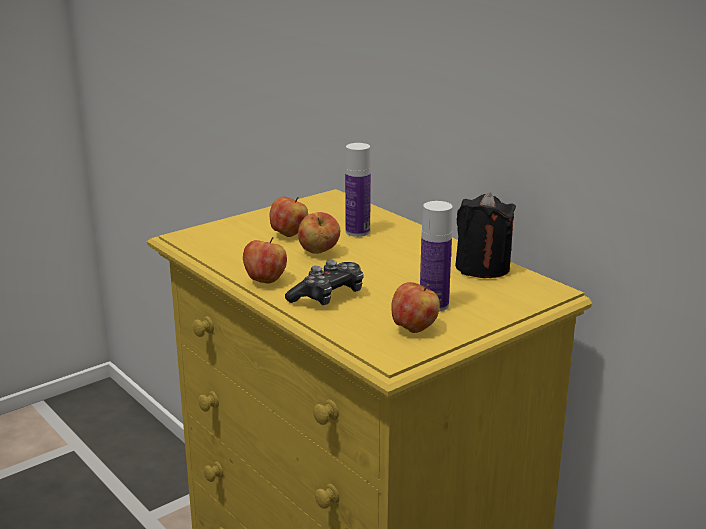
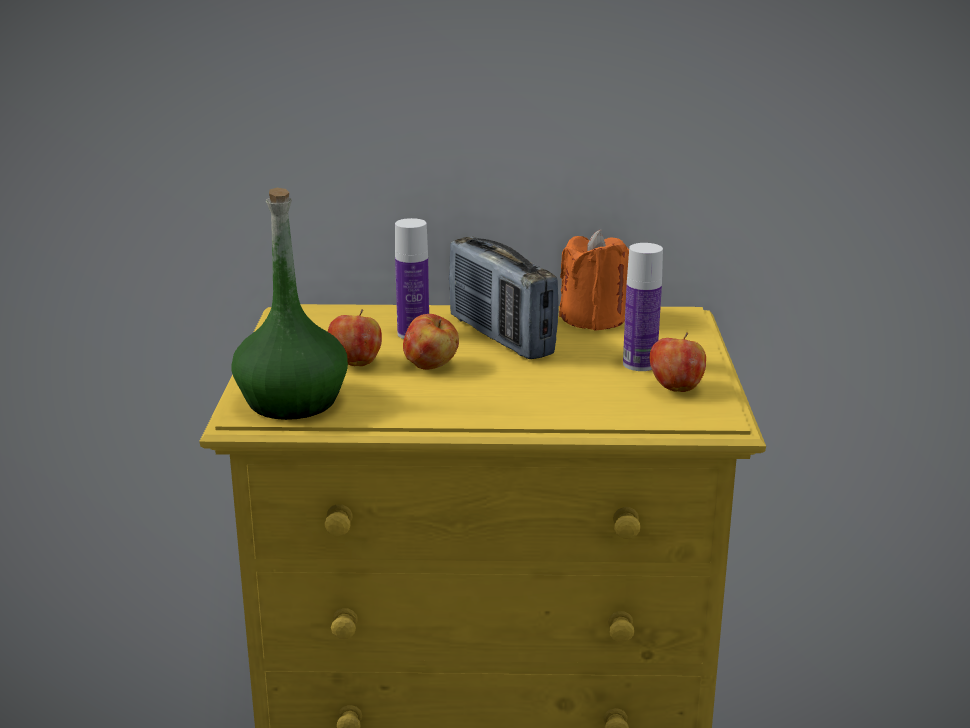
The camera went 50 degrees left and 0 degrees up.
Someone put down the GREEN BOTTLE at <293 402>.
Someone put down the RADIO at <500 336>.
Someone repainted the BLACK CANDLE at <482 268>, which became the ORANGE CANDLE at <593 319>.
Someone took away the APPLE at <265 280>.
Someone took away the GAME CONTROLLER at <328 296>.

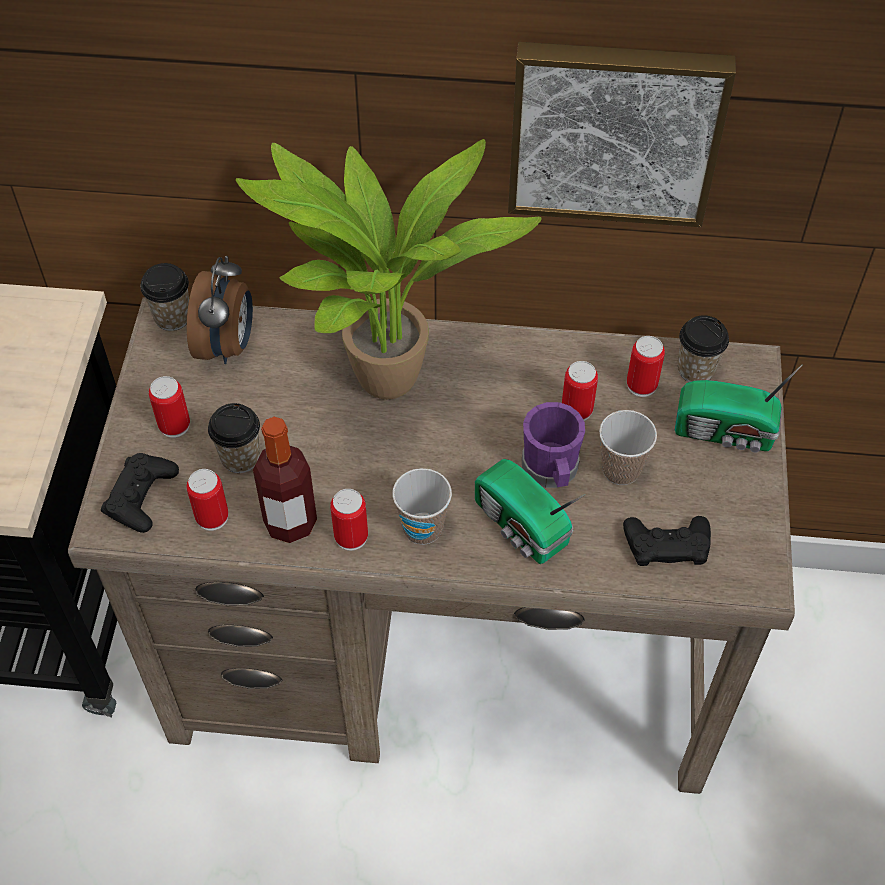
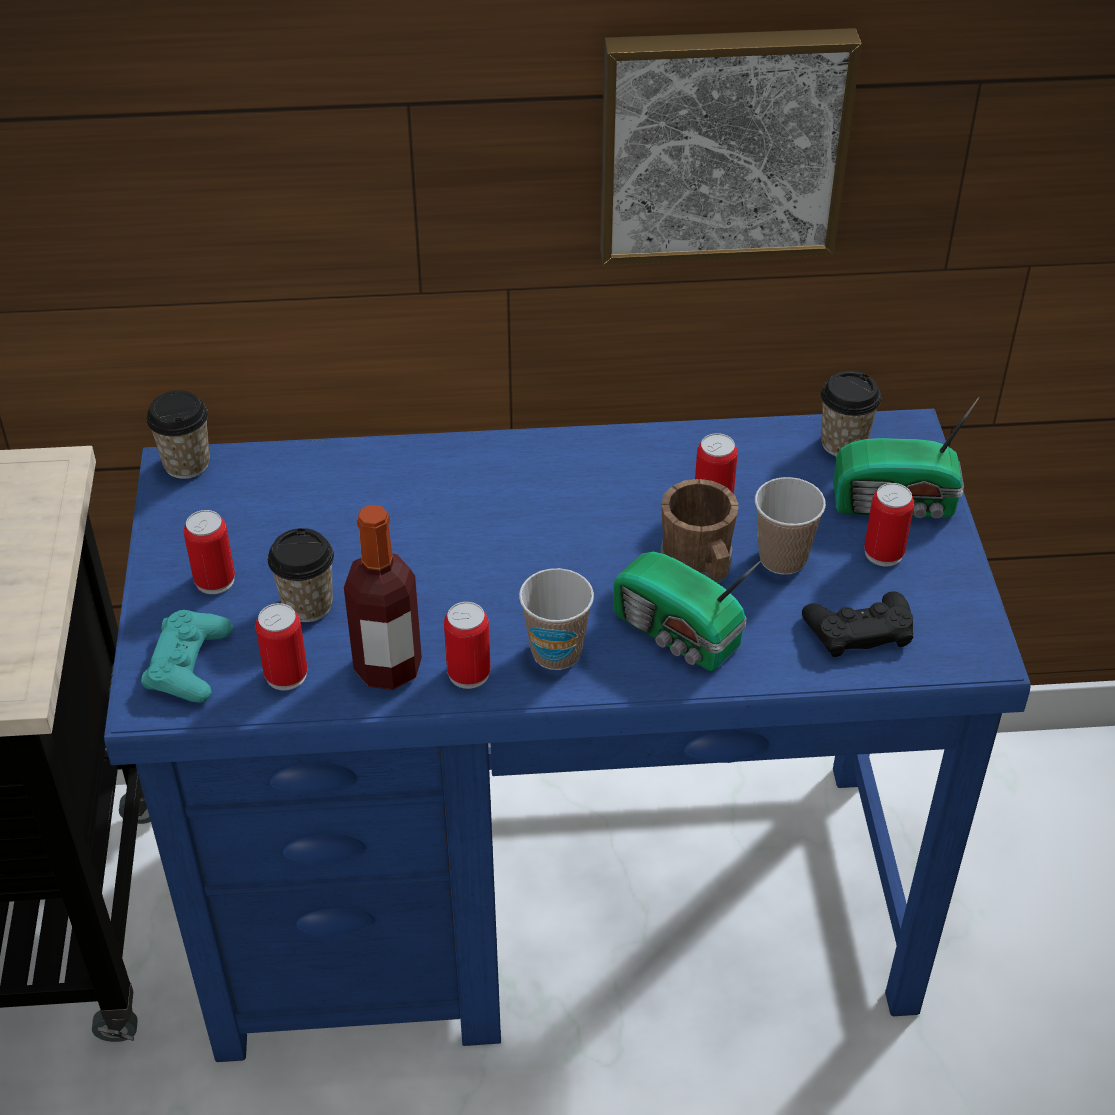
The camera went 10 degrees left and 10 degrees down.
Someone repainted the BROWN DESK at <444 655>, which became the BLUE DESK at <560 900>.
Someone repainted the BLACK GAME CONTROLLER at <141 496>, which became the TURQUOISE GAME CONTROLLER at <189 664>.
Someone repainted the PURPLE MUG at <551 471>, which became the BROWN MUG at <699 570>.
Someone carried the CAN from <641 385> to <883 553>.
Someone took away the ALARM CLOCK at <227 345>.
Someone took away the POTTED PLANT at <387 389>.

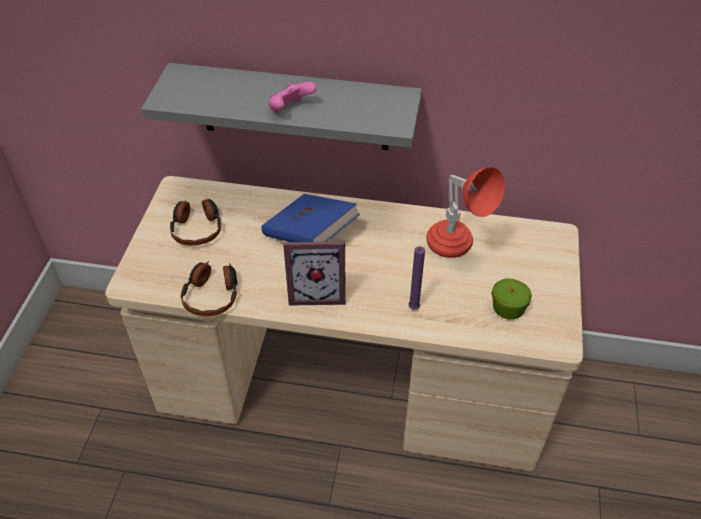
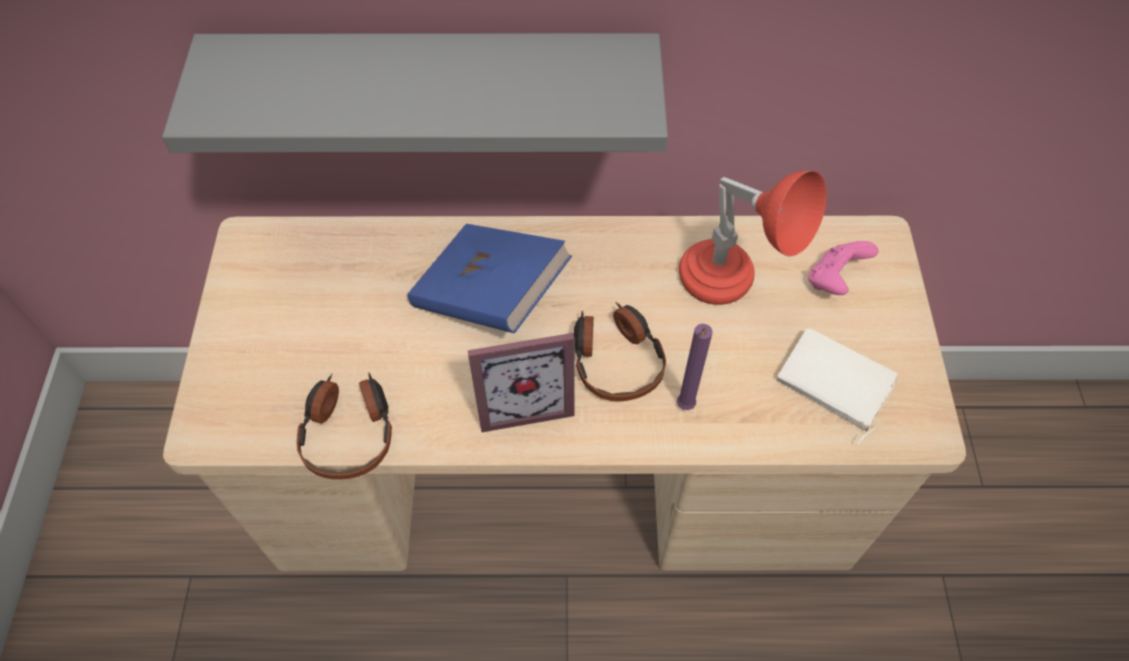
The camera went 10 degrees left and 10 degrees up.
Someone carried the HEADPHONES from <197 228> to <615 359>.
Someone swapped the APPLE at <507 309> for the WHITE BOOK at <832 384>.
Someone carried the PINK GAME CONTROLLER from <290 109> to <834 280>.

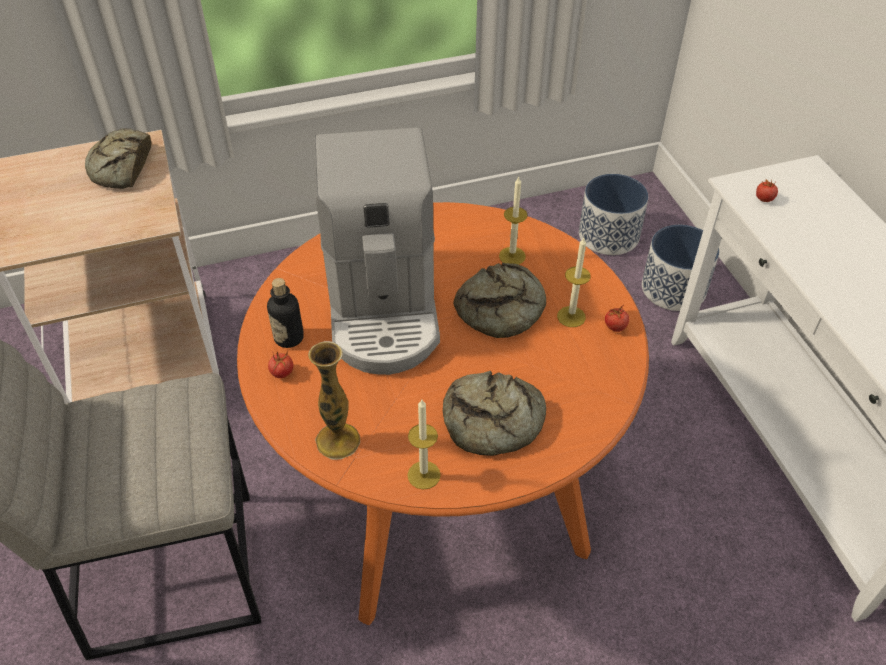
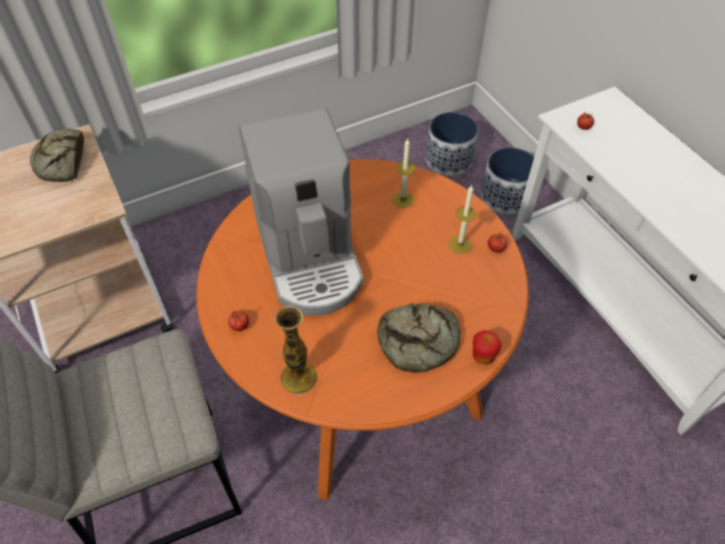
The camera went 10 degrees left and 5 degrees up.
Someone put down the APPLE at <482 356>.
Someone took away the BOTTLE at <289 337>.
Someone took away the CANDLE at <424 475>.
Someone took away the BREAD at <503 308>.

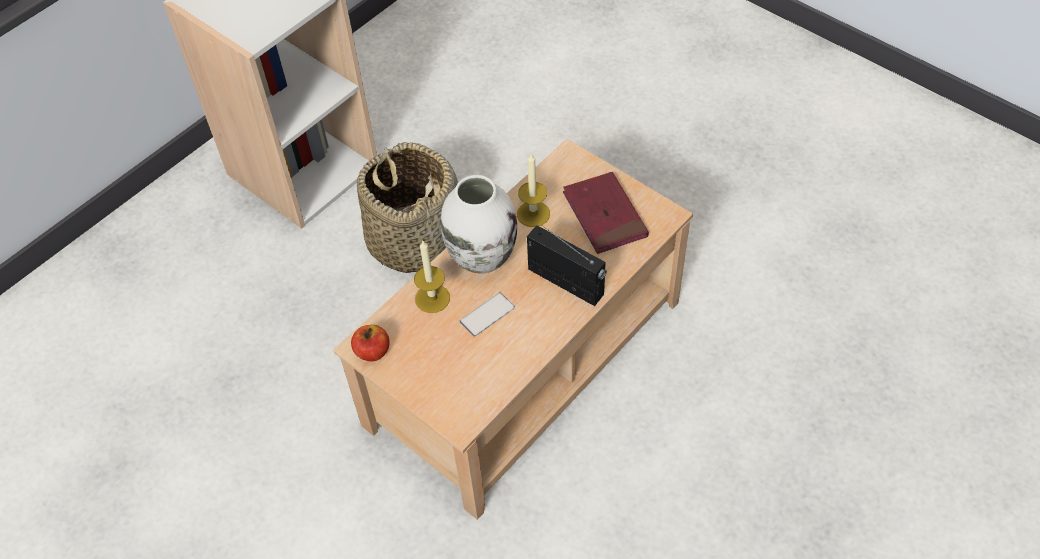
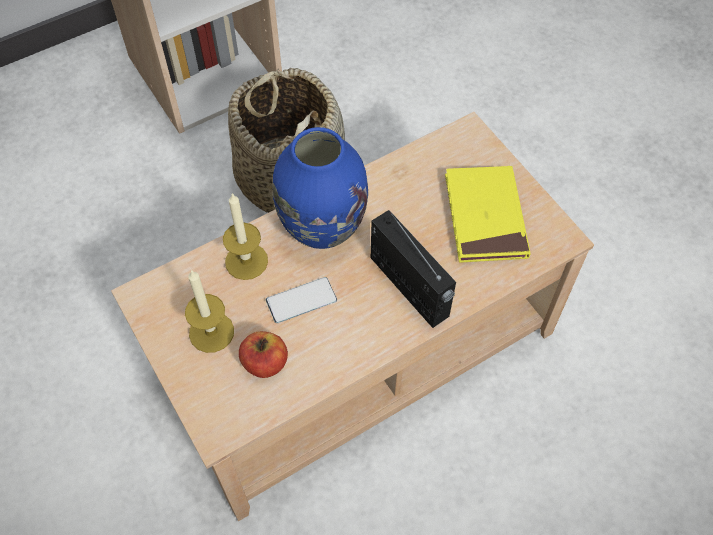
The camera went 15 degrees right and 5 degrees up.
Someone carried the CANDLE from <533 214> to <211 332>.
Someone carried the APPLE from <372 351> to <265 363>.
Someone repainted the WHITE VASE at <481 256>, which became the BLUE VASE at <322 226>.
Someone repainted the RED BOOK at <604 215>, which became the YELLOW BOOK at <485 217>.

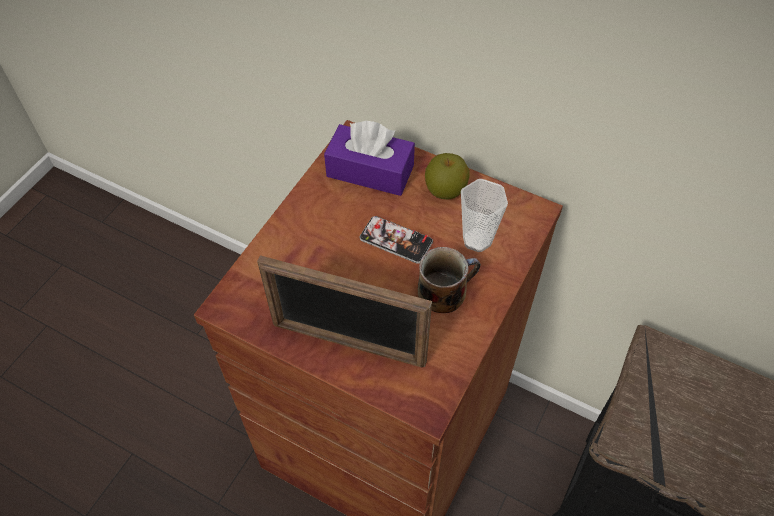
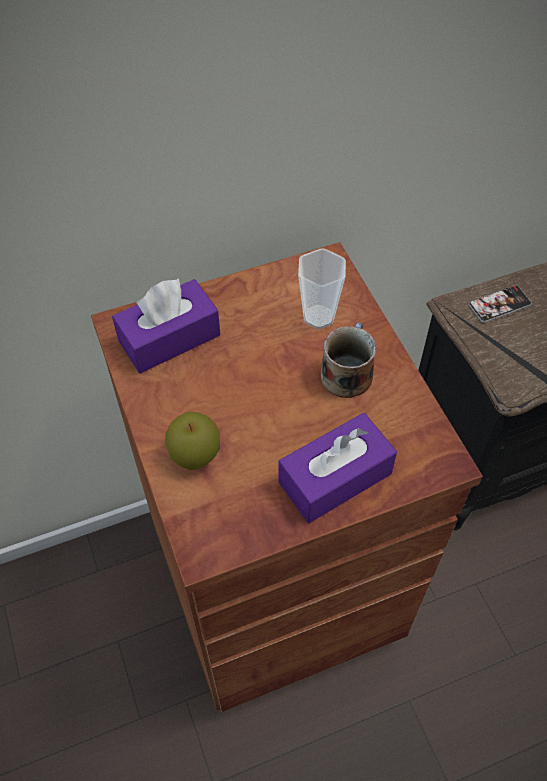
The camera went 50 degrees left and 0 degrees up.
Someone carried the APPLE from <445 190> to <195 455>.
Someone swapped the PICTURE FRAME at <348 343> for the PURPLE TISSUE BOX at <335 478>.
Someone carried the PHONE from <396 240> to <499 304>.

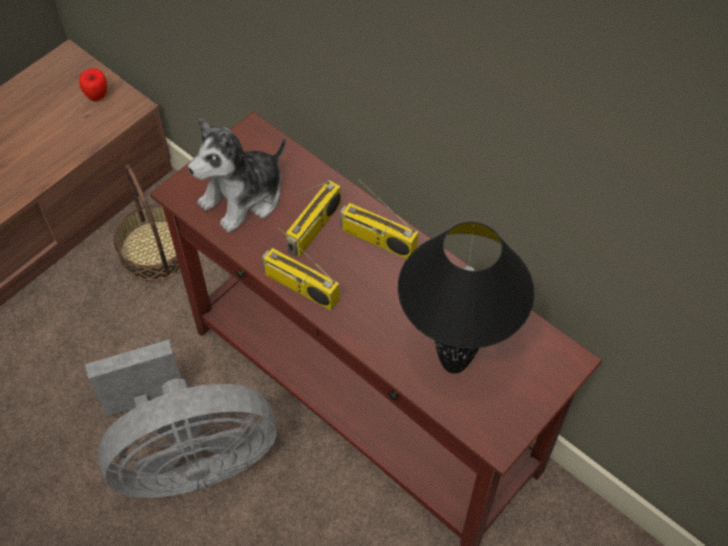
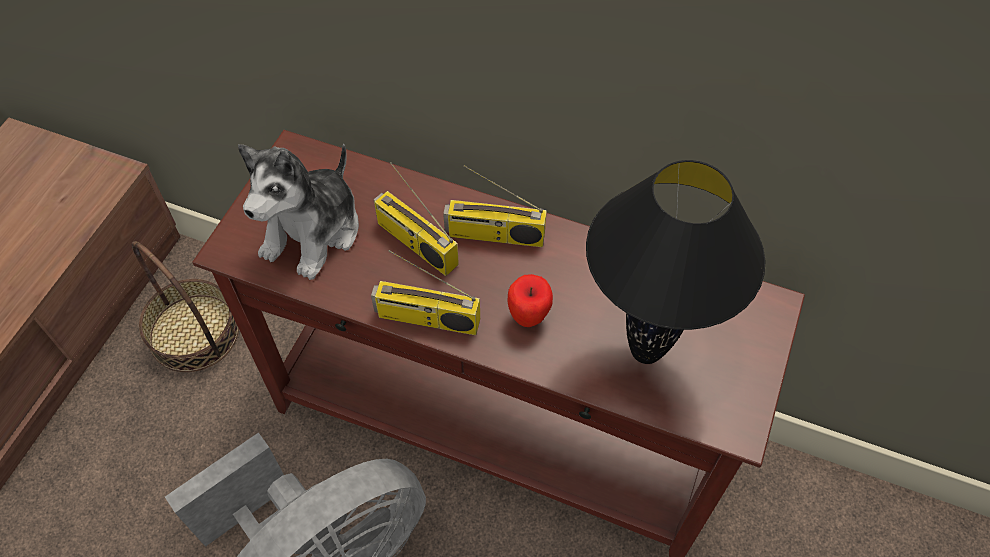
The camera went 20 degrees left and 0 degrees up.
Someone rotated the RADIO at <314 228> by 120 degrees clockwise.
Someone carried the APPLE from <97 97> to <528 317>.

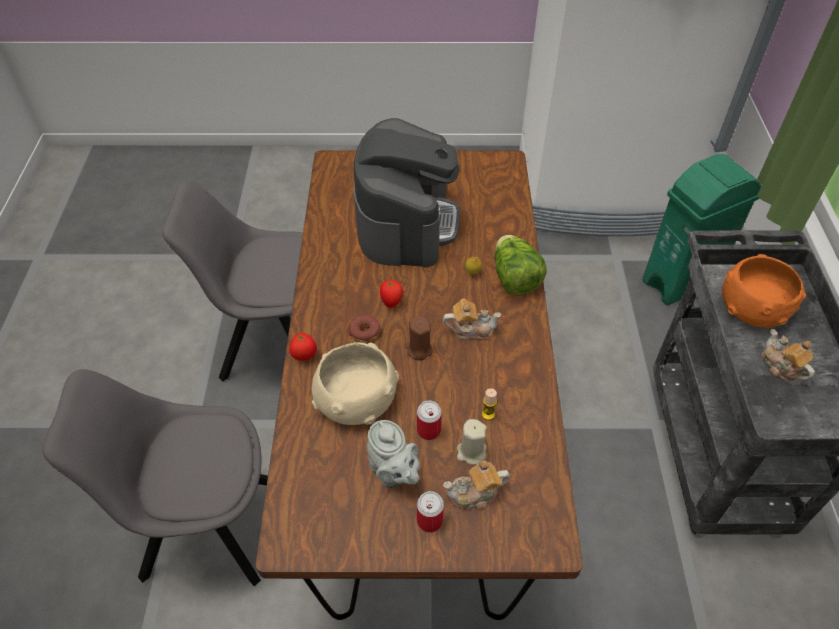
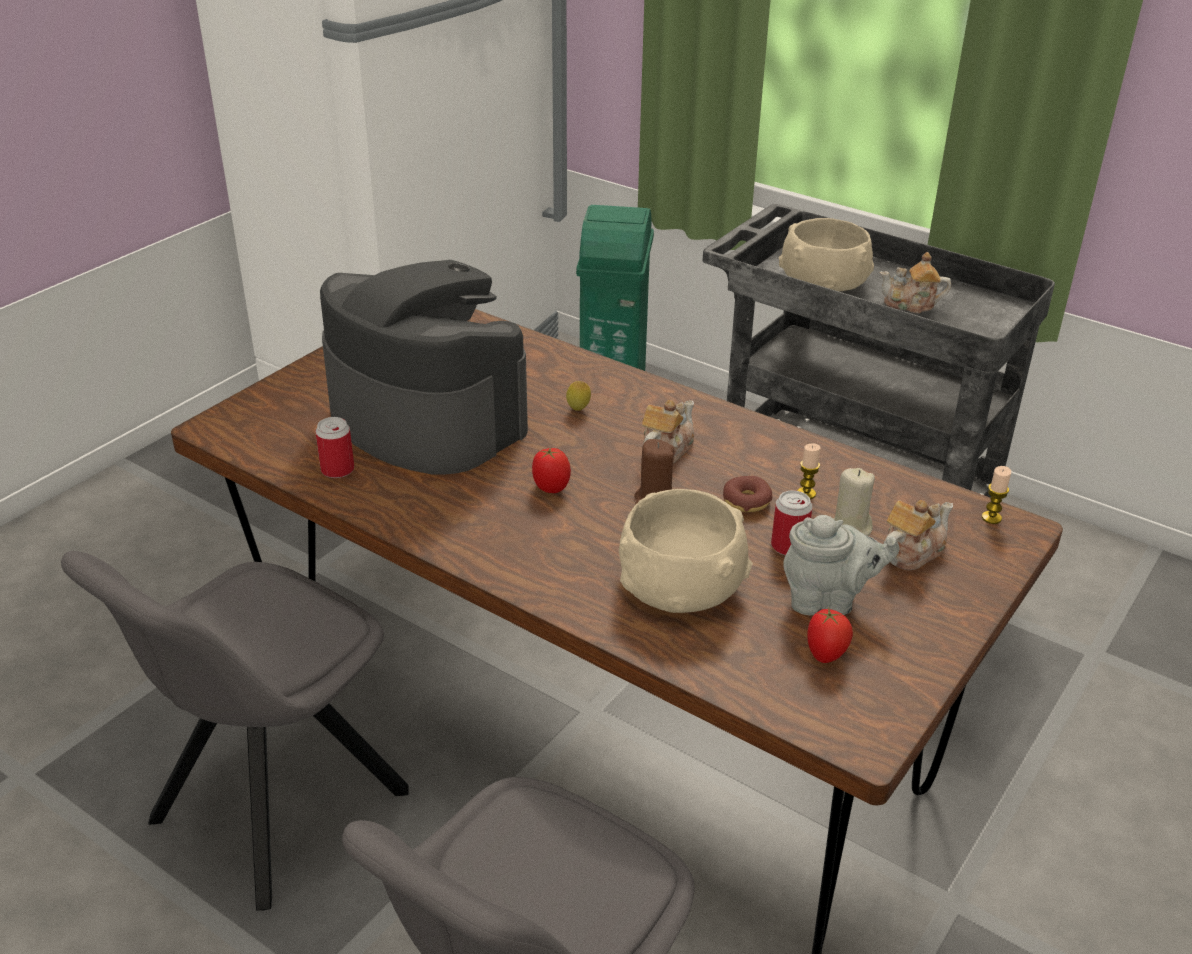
The camera went 55 degrees left and 15 degrees down.
Someone carried the CAN from <429 520> to <337 470>.
Someone carried the DONUT from <364 332> to <746 501>.
Someone repainted the ORANGE BOWL at <753 306>, which became the BEIGE BOWL at <822 281>.
Someone carried the TOMATO from <304 356> to <826 655>.
Someone rotated the TEAPOT at <475 494> by 150 degrees counterclockwise.
Someone put down the CANDLE at <991 518>.
Someone took away the LETTUCE at <514 278>.

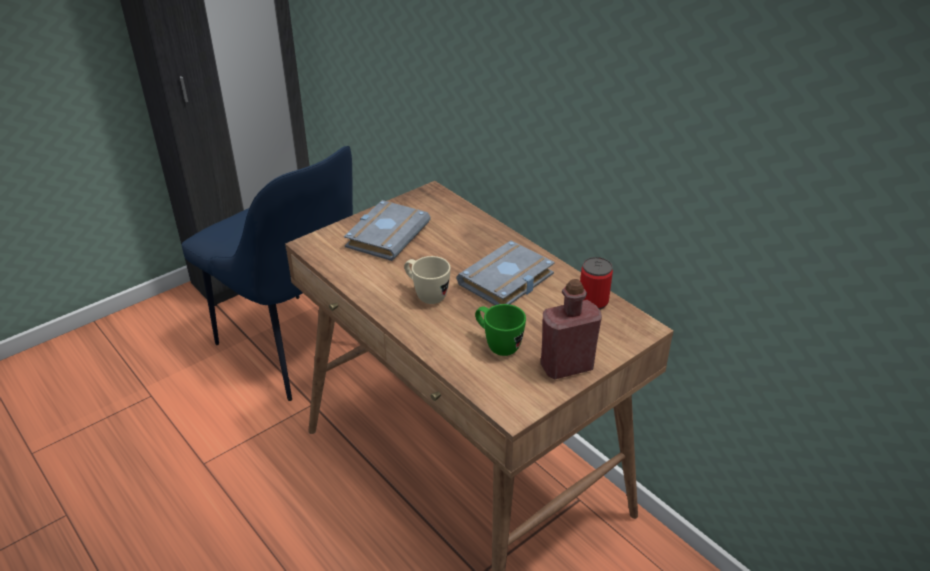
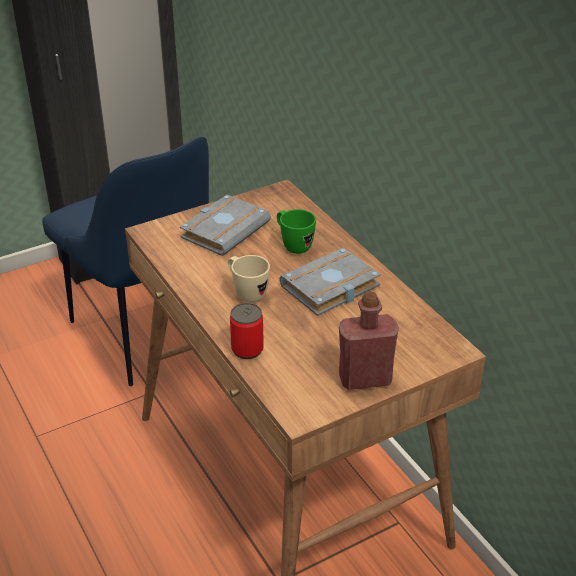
The camera went 10 degrees right and 0 degrees up.
Someone carried the CAN from <593 302> to <247 349>.
Someone carried the GREEN MUG from <497 345> to <293 245>.

